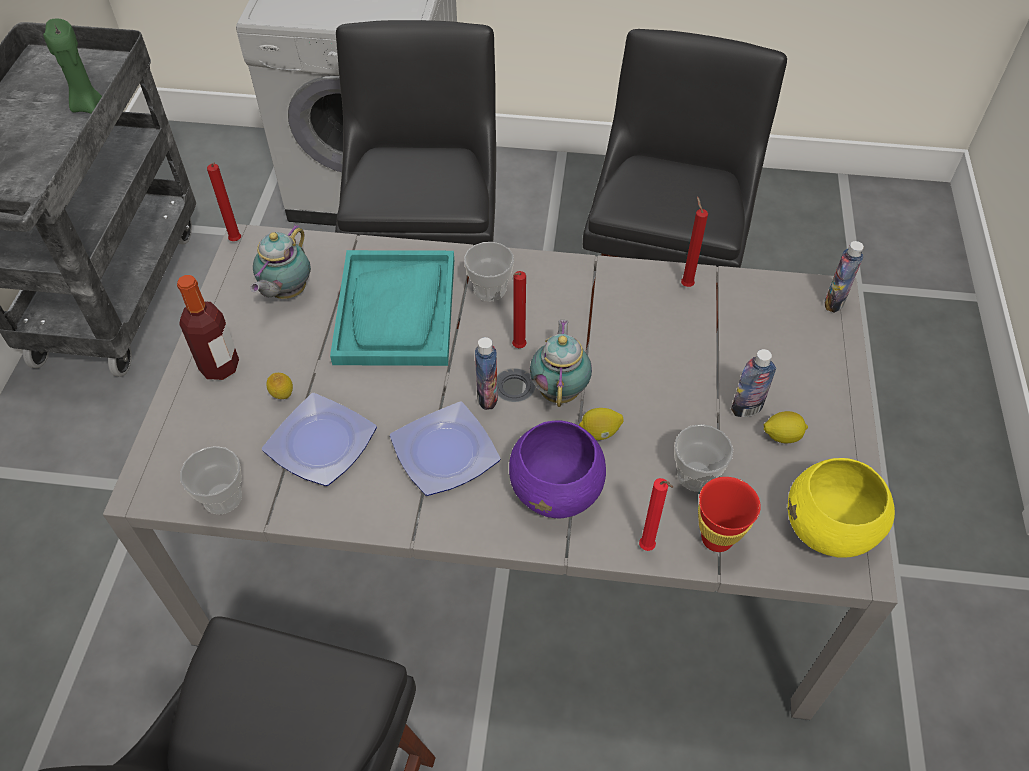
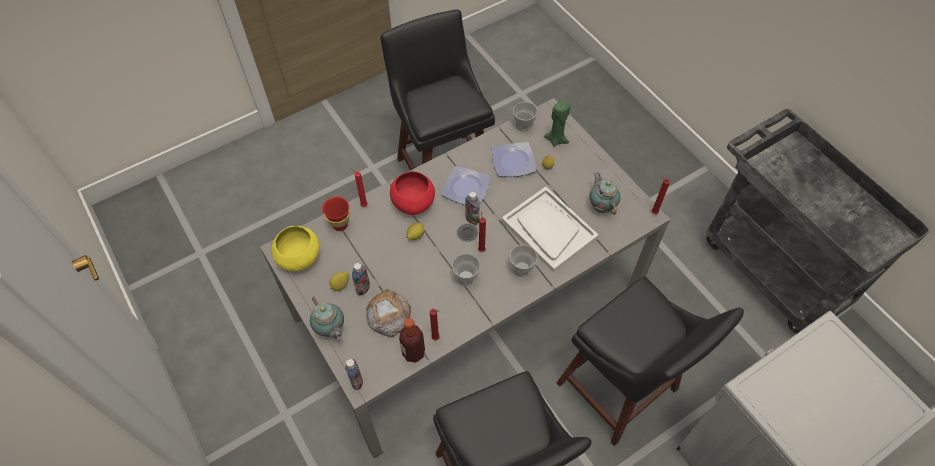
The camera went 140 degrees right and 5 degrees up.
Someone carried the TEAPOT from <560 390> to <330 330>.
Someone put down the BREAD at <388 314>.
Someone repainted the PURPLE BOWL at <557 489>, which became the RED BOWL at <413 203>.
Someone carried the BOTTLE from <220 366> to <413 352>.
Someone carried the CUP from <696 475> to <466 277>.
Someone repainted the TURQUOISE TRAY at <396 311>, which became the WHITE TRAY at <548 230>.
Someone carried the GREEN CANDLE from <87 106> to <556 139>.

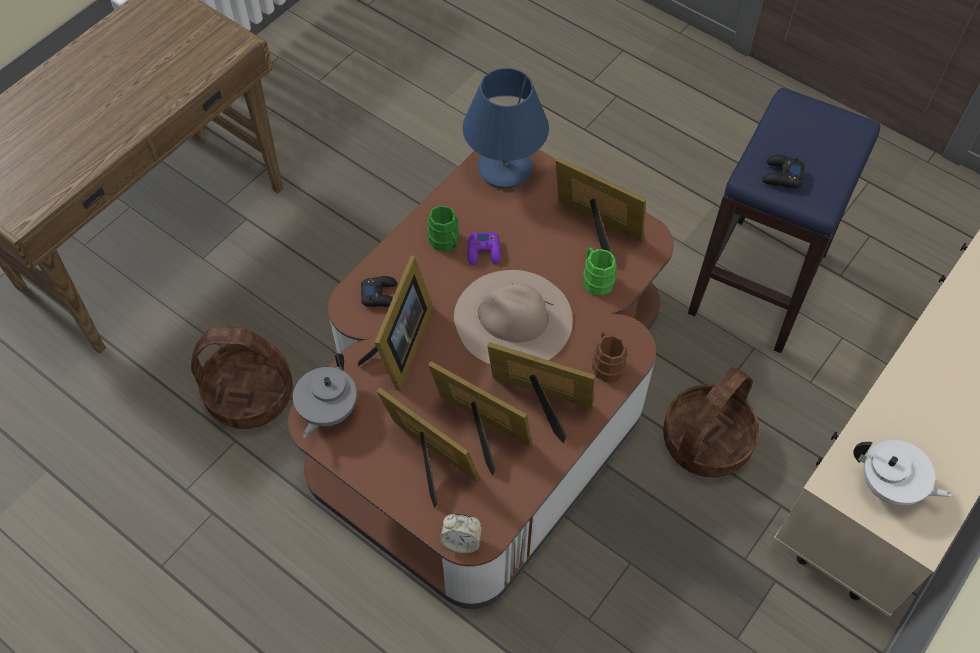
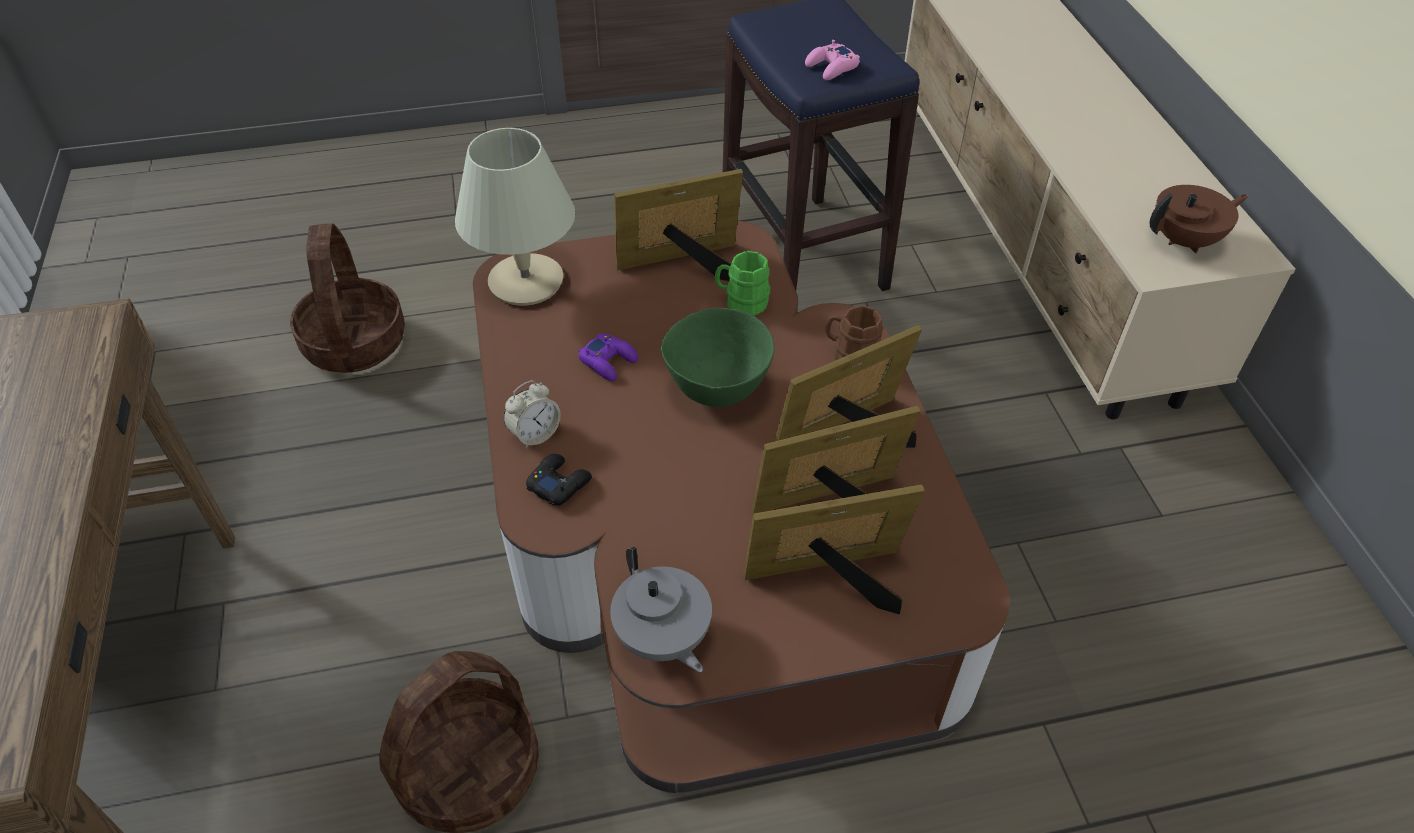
The camera went 50 degrees left and 10 degrees down.
Someone carried the BASKET from <706 440> to <354 342>.
Someone repainted the BLUE TABLE LAMP at <504 168>, which became the BEIGE TABLE LAMP at <526 282>.
Someone carried the ALARM CLOCK from <461 541> to <535 434>.
Someone swapped the BEIGE HAT at <513 318> for the GREEN BOWL at <718 391>.
Someone repainted the BLACK GAME CONTROLLER at <781 176>, which became the PINK GAME CONTROLLER at <832 67>.
Someone repainted the WHITE TEAPOT at <889 486>, which became the BROWN TEAPOT at <1185 240>.
Someone took away the PICTURE FRAME at <401 347>.
Someone took away the GREEN MUG at <446 243>.

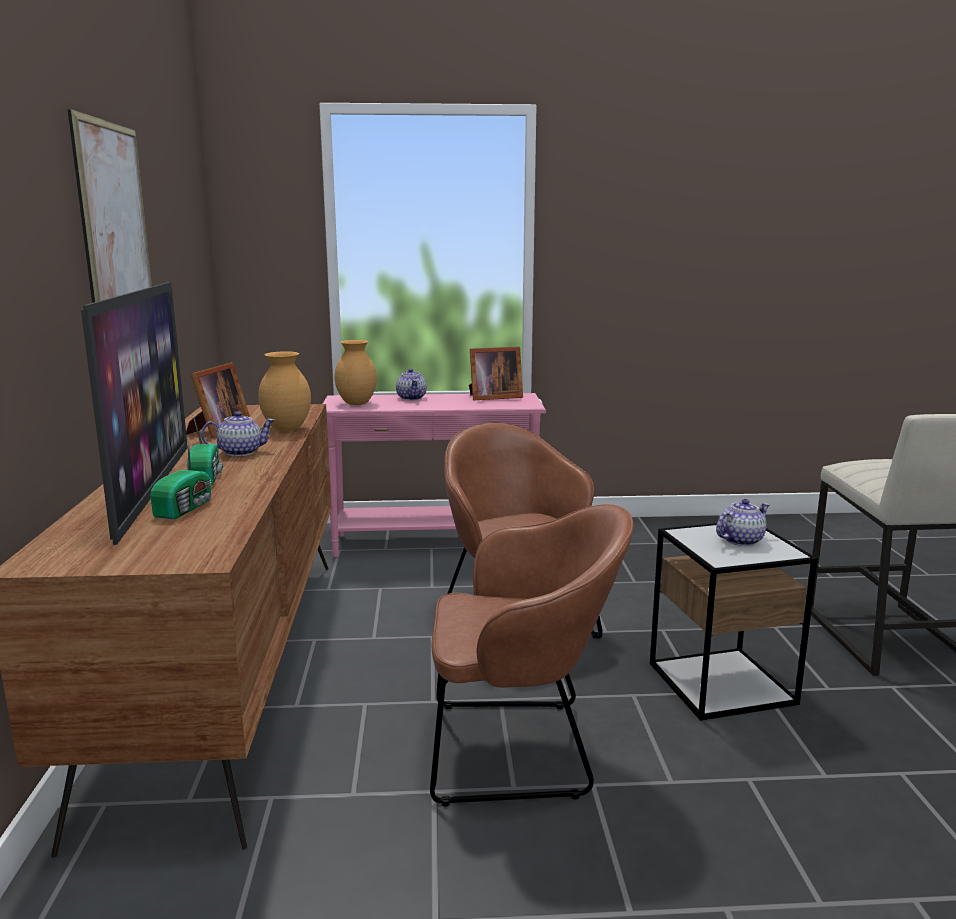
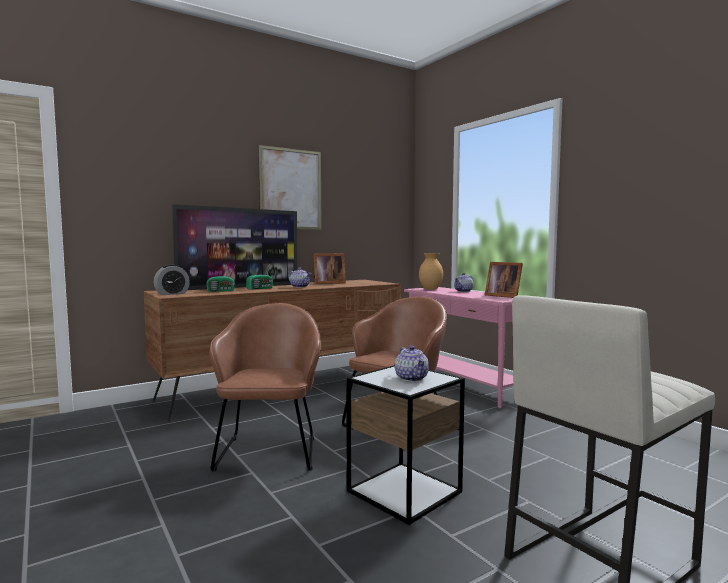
The camera went 60 degrees right and 10 degrees down.
Someone put down the ALARM CLOCK at <172 294>.
Someone rotated the BROWN ARMCHAIR at <520 750> by 150 degrees counterclockwise.
Someone rotated the TEAPOT at <740 540> by 45 degrees clockwise.
Someone took away the BROWN VASE at <287 429>.

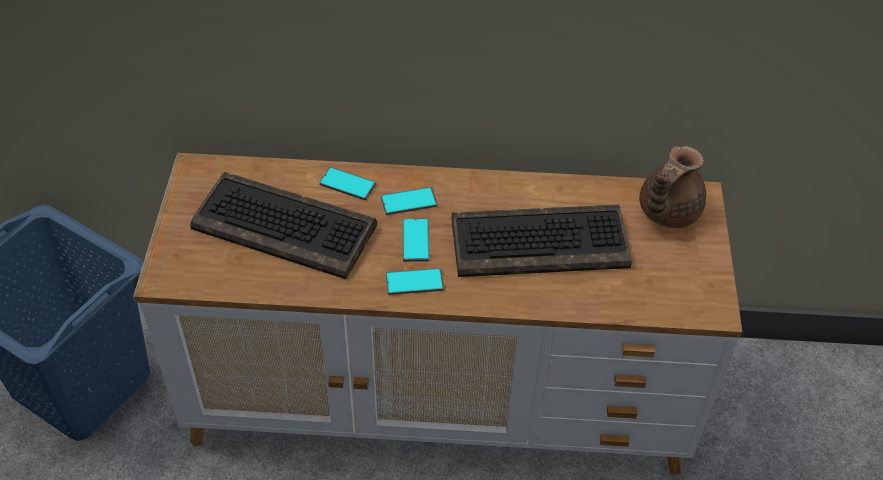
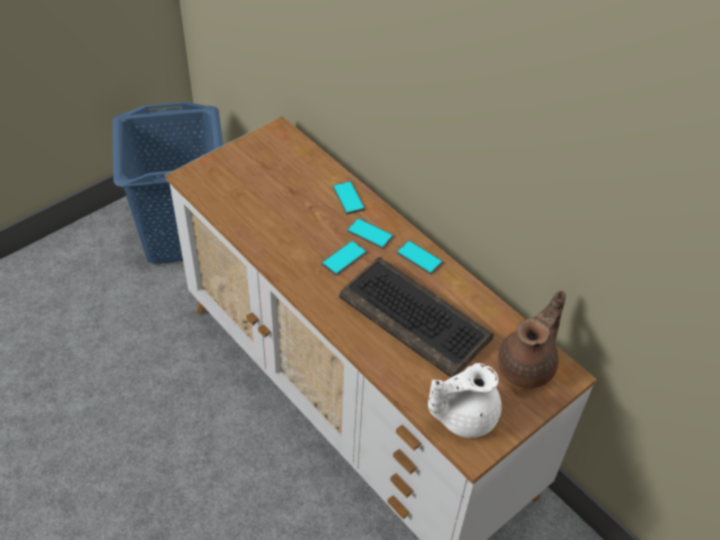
The camera went 45 degrees right and 0 degrees up.
Someone carried the PHONE from <414 282> to <419 258>.
Someone put down the WHITE TEAPOT at <463 416>.
Someone rotated the BROWN TEAPOT at <666 212> by 135 degrees clockwise.
Someone took away the KEYBOARD at <286 227>.

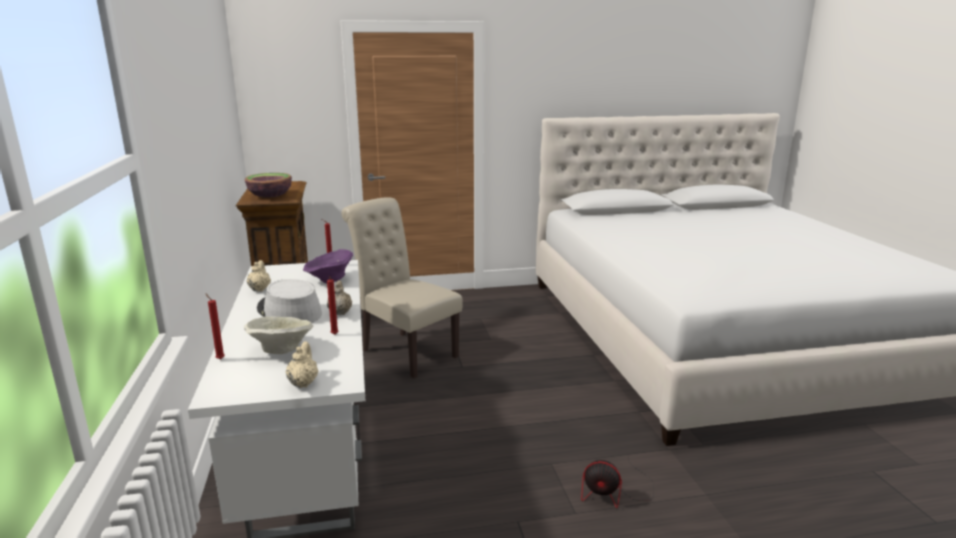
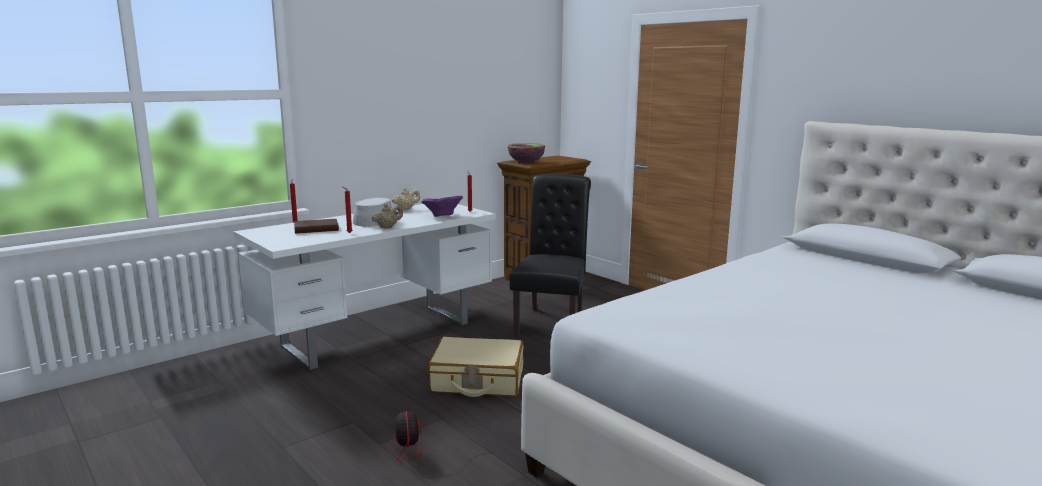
The camera went 60 degrees right and 5 degrees down.
Someone swapped the BEIGE BOWL at <281 350> for the BROWN BOOK at <316 229>.
Someone put down the BEIGE SUITCASE at <477 380>.
Someone repainted the BEIGE CHAIR at <404 351>, which became the BLACK CHAIR at <552 322>.
Someone took away the BEIGE TEAPOT at <303 383>.

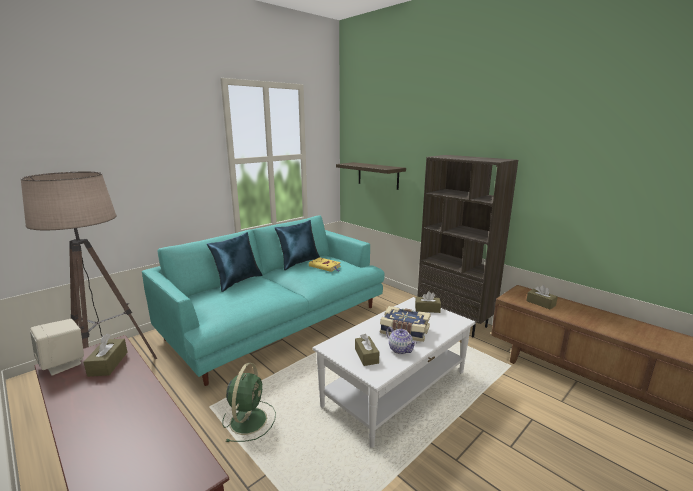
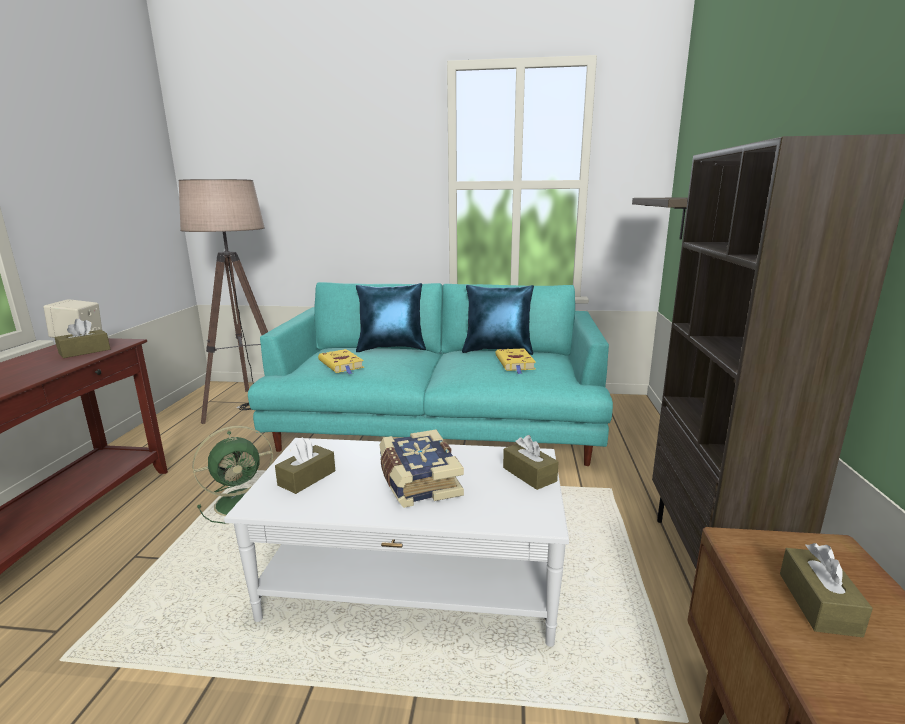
The camera went 50 degrees right and 0 degrees up.
Someone put down the YELLOW BOOK at <342 365>.
Someone took away the TEAPOT at <400 349>.

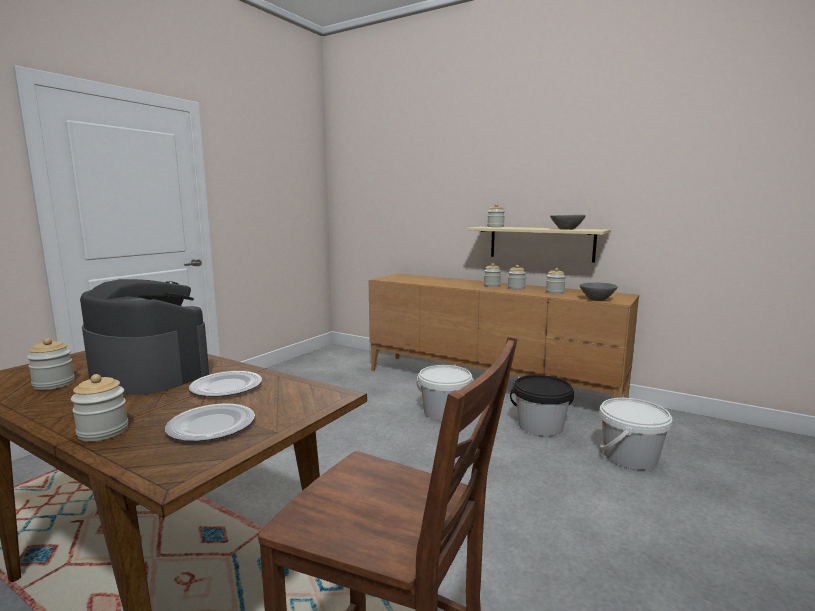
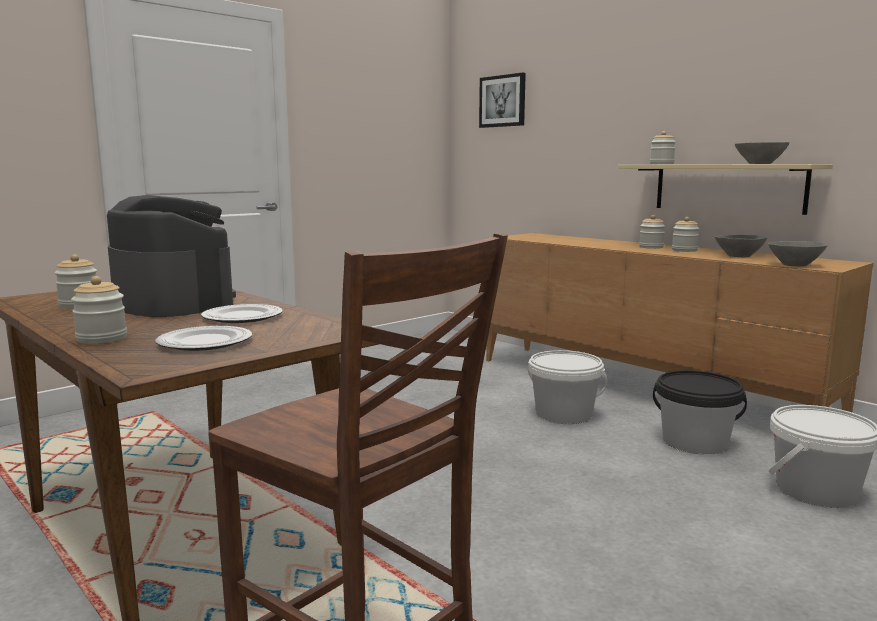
The camera went 15 degrees right and 0 degrees up.
Someone put up the PICTURE at <503 101>.
Someone swapped the JAR at <555 292> for the GREY BOWL at <738 256>.

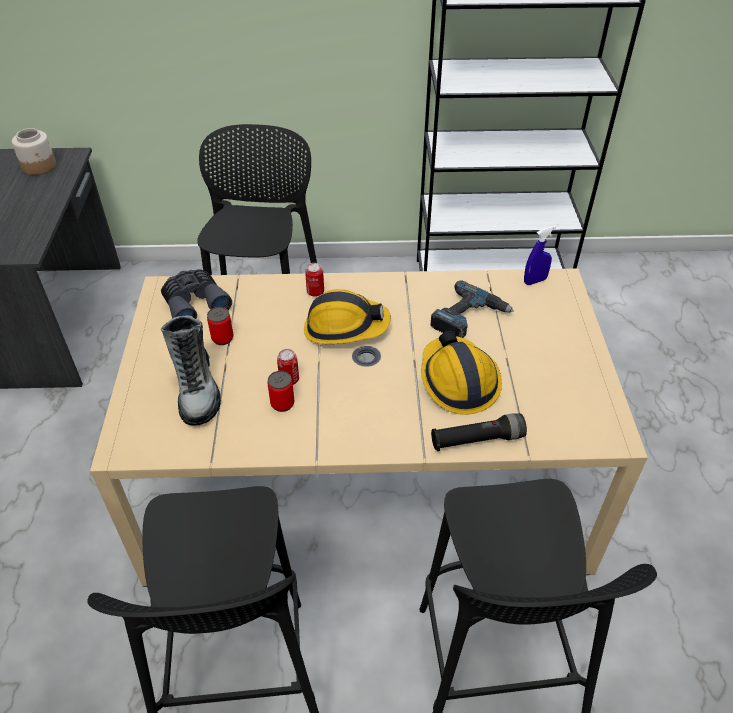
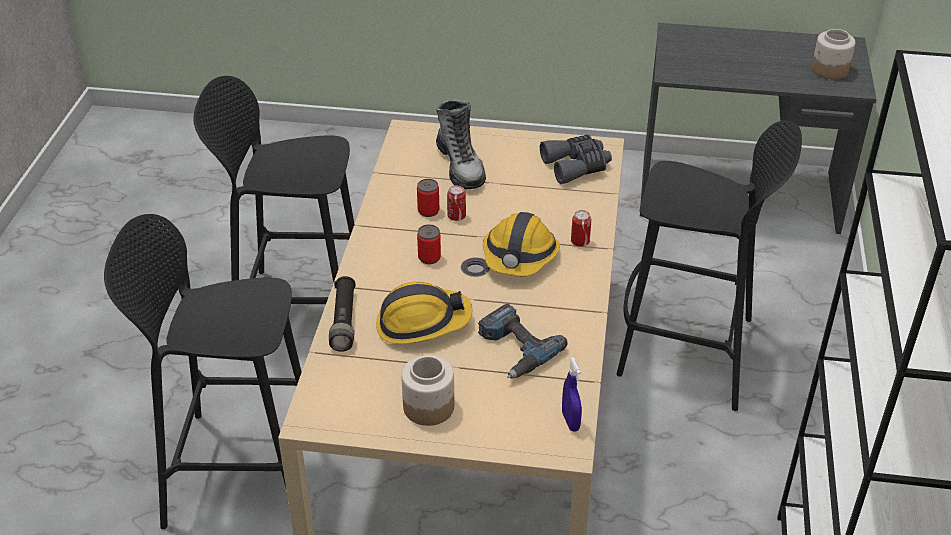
The camera went 100 degrees right and 5 degrees down.
Someone put down the JAR at <428 407>.
Someone carried the CAN from <222 338> to <429 257>.
Someone rotated the BOOT at <197 389> by 105 degrees counterclockwise.

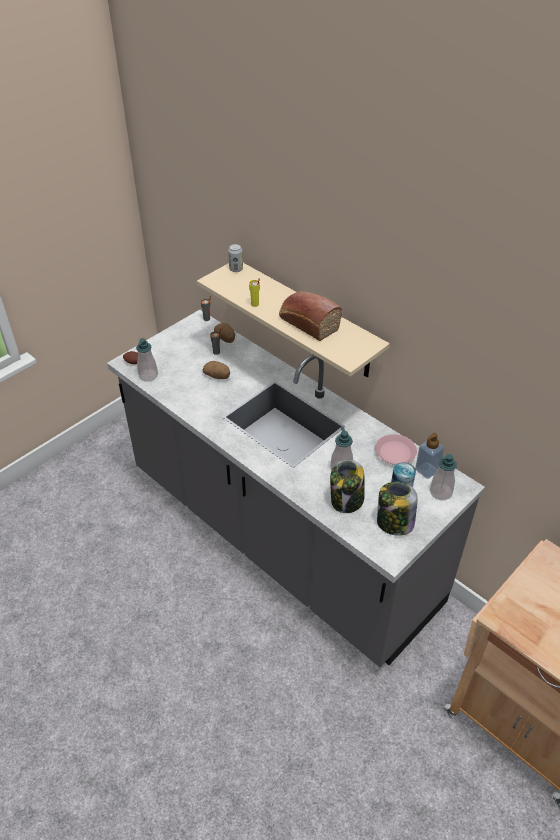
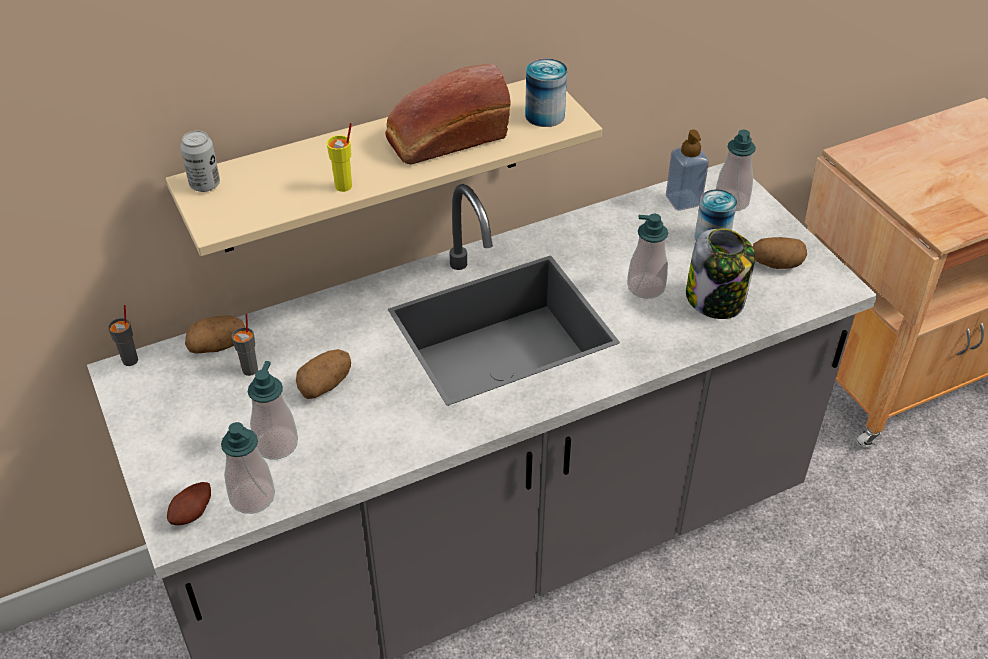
The camera went 70 degrees left and 0 degrees up.
Someone put down the SOAP DISPENSER at <276 444>.
Someone put down the CAN at <545 115>.
Someone swapped the JAR at <394 523> for the POTATO at <776 264>.
Someone took away the PINK PLATE at <395 452>.

